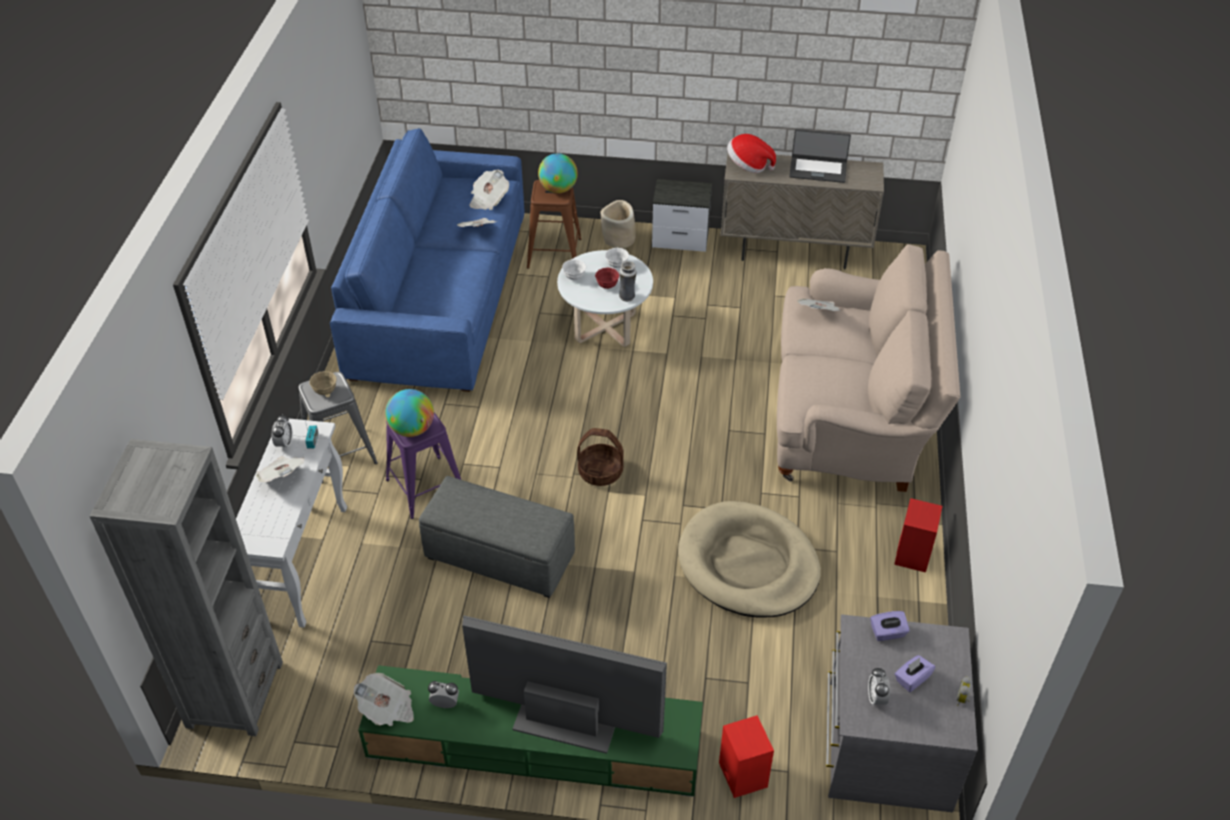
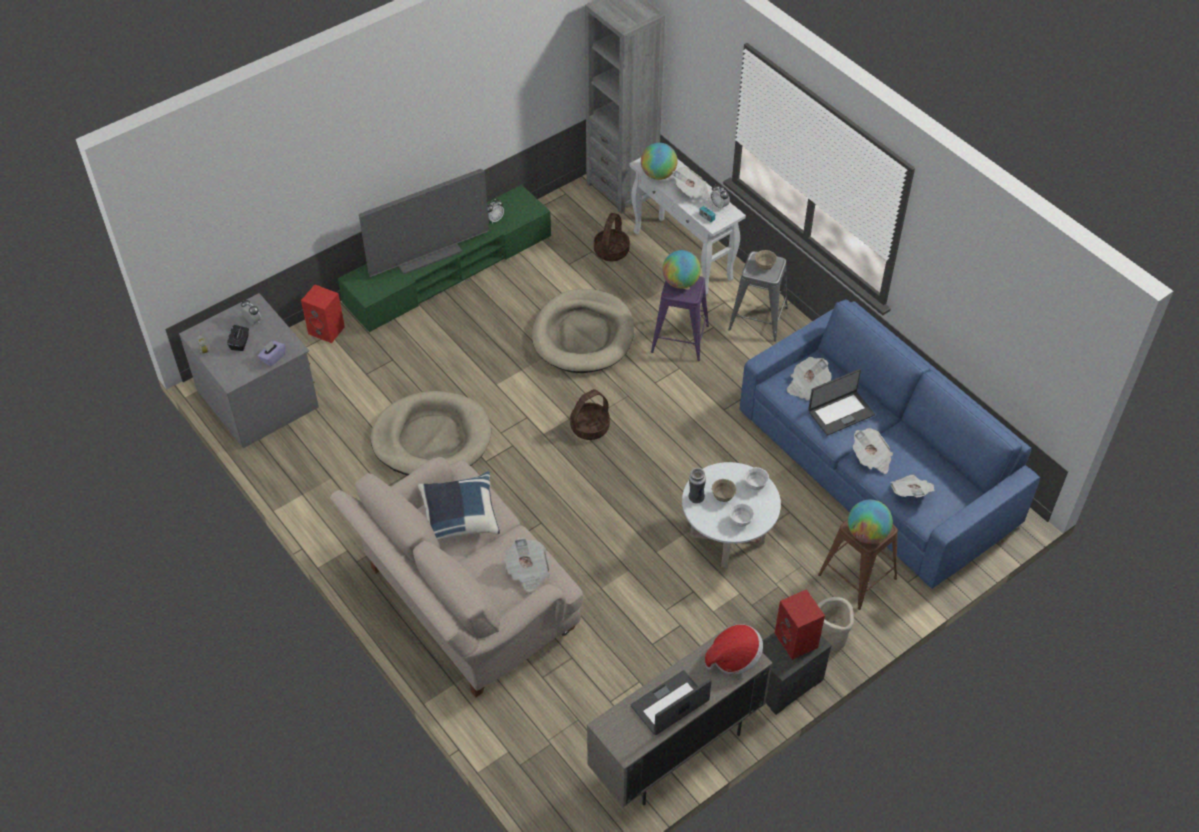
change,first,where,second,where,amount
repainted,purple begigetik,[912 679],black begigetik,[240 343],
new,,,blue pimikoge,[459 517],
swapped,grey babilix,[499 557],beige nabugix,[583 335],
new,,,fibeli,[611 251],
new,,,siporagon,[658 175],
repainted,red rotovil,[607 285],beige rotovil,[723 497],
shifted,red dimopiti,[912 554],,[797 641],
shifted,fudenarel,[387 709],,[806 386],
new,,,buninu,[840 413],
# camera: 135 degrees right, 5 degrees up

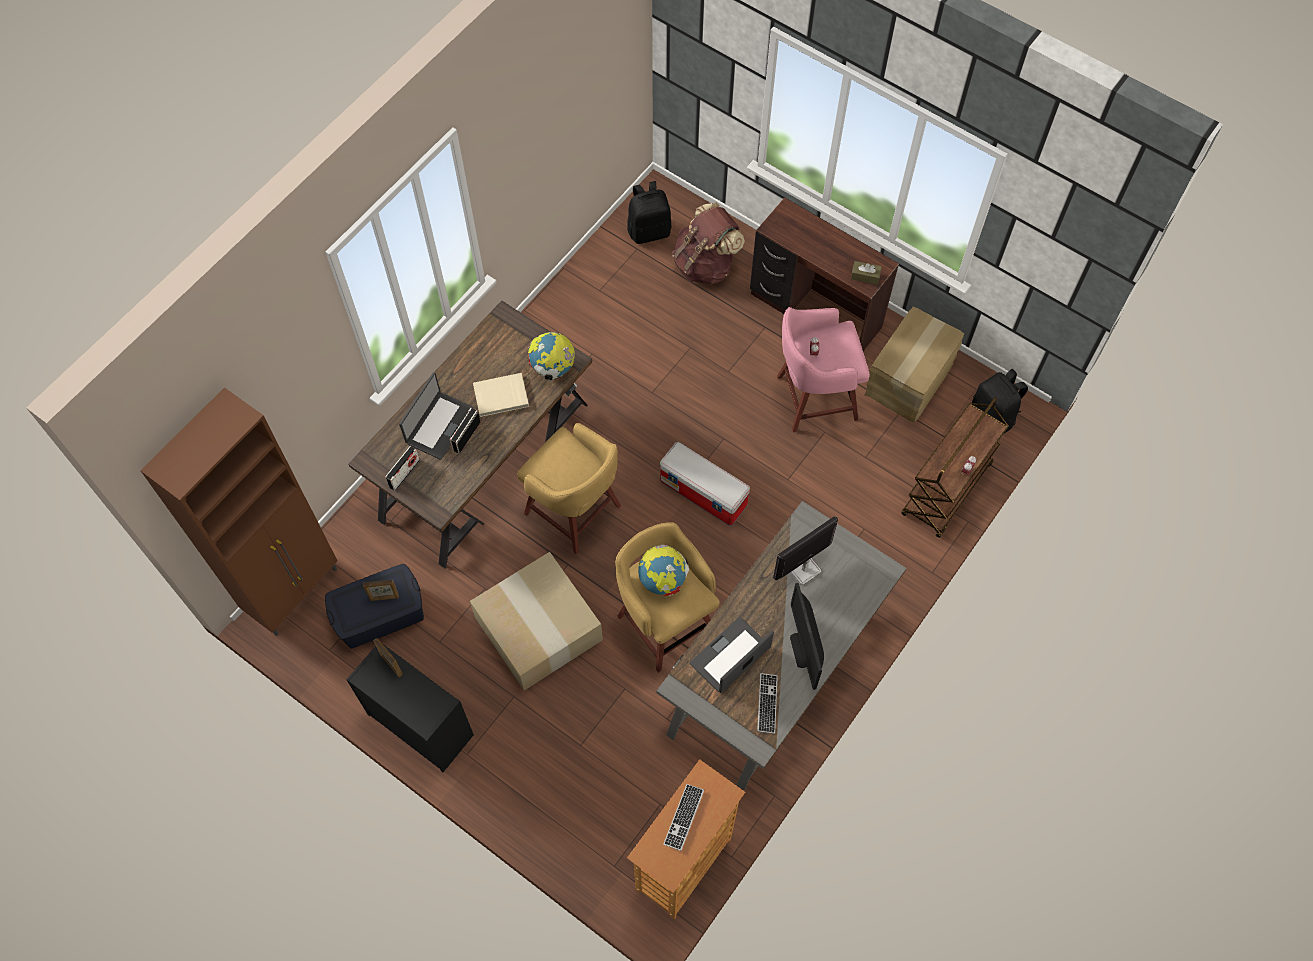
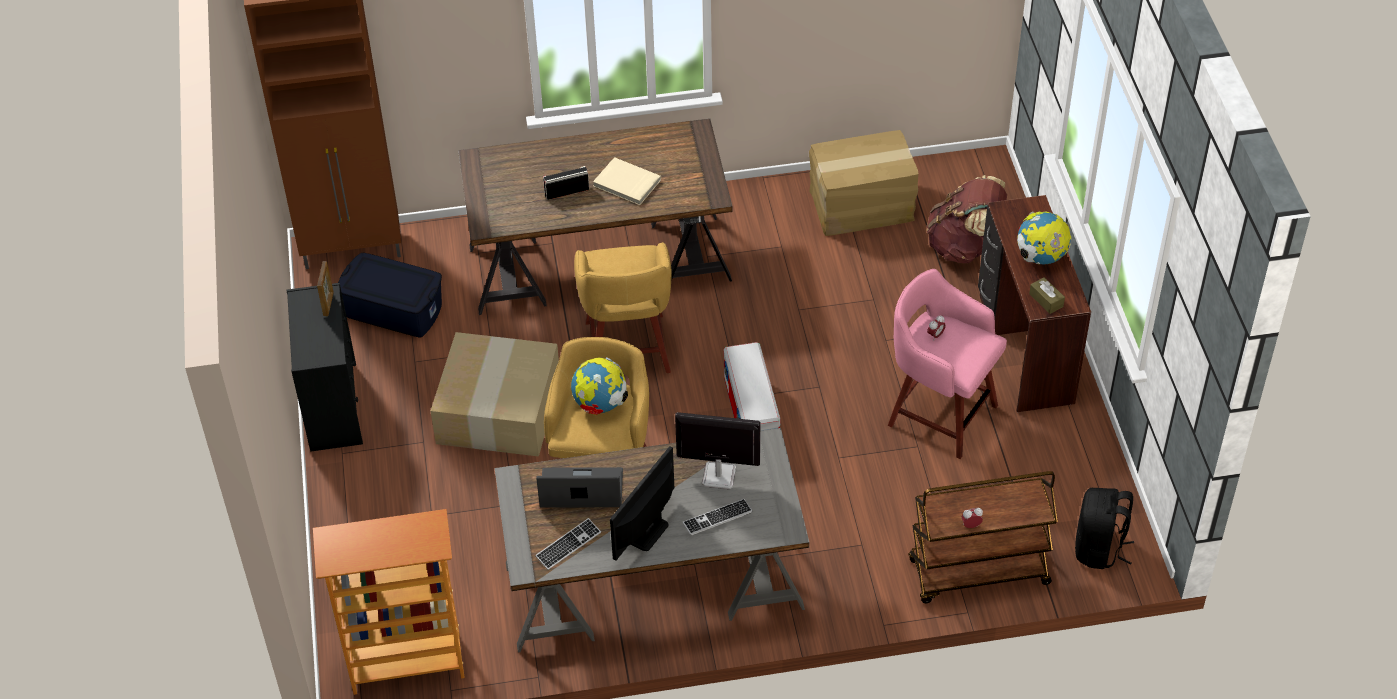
change,first,where,second,where,amount
shifted,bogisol,[683 817],,[717 518],
shifted,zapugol,[910 380],,[861 206],
shifted,siporagon,[552 367],,[1040 257],
gone,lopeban,[384 598],,,
gone,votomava,[404 473],,,
gone,buninu,[439 425],,,
gone,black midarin,[649 231],,,
# camera: 45 degrees right, 15 degrees down

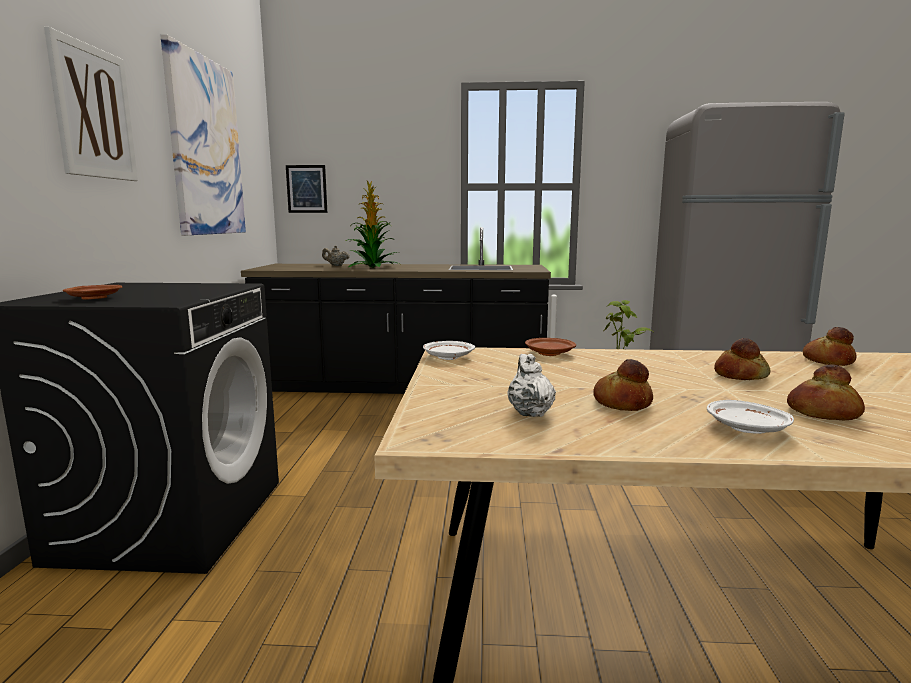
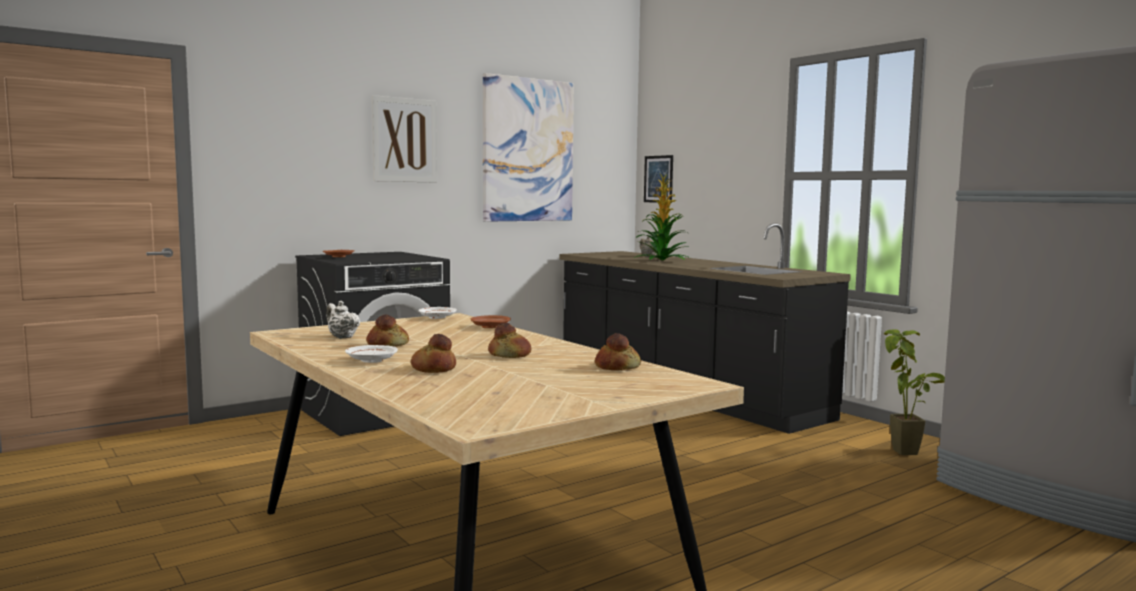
change,first,where,second,where,amount
rotated,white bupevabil,[530 412],,[342 337],90 degrees counterclockwise
# camera: 50 degrees right, 5 degrees down

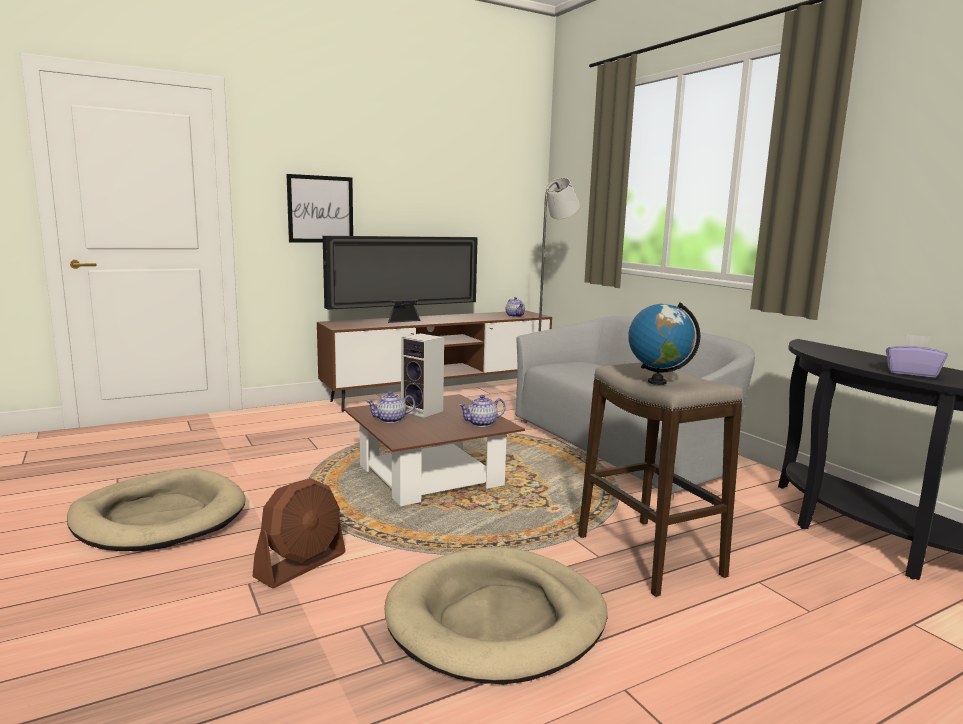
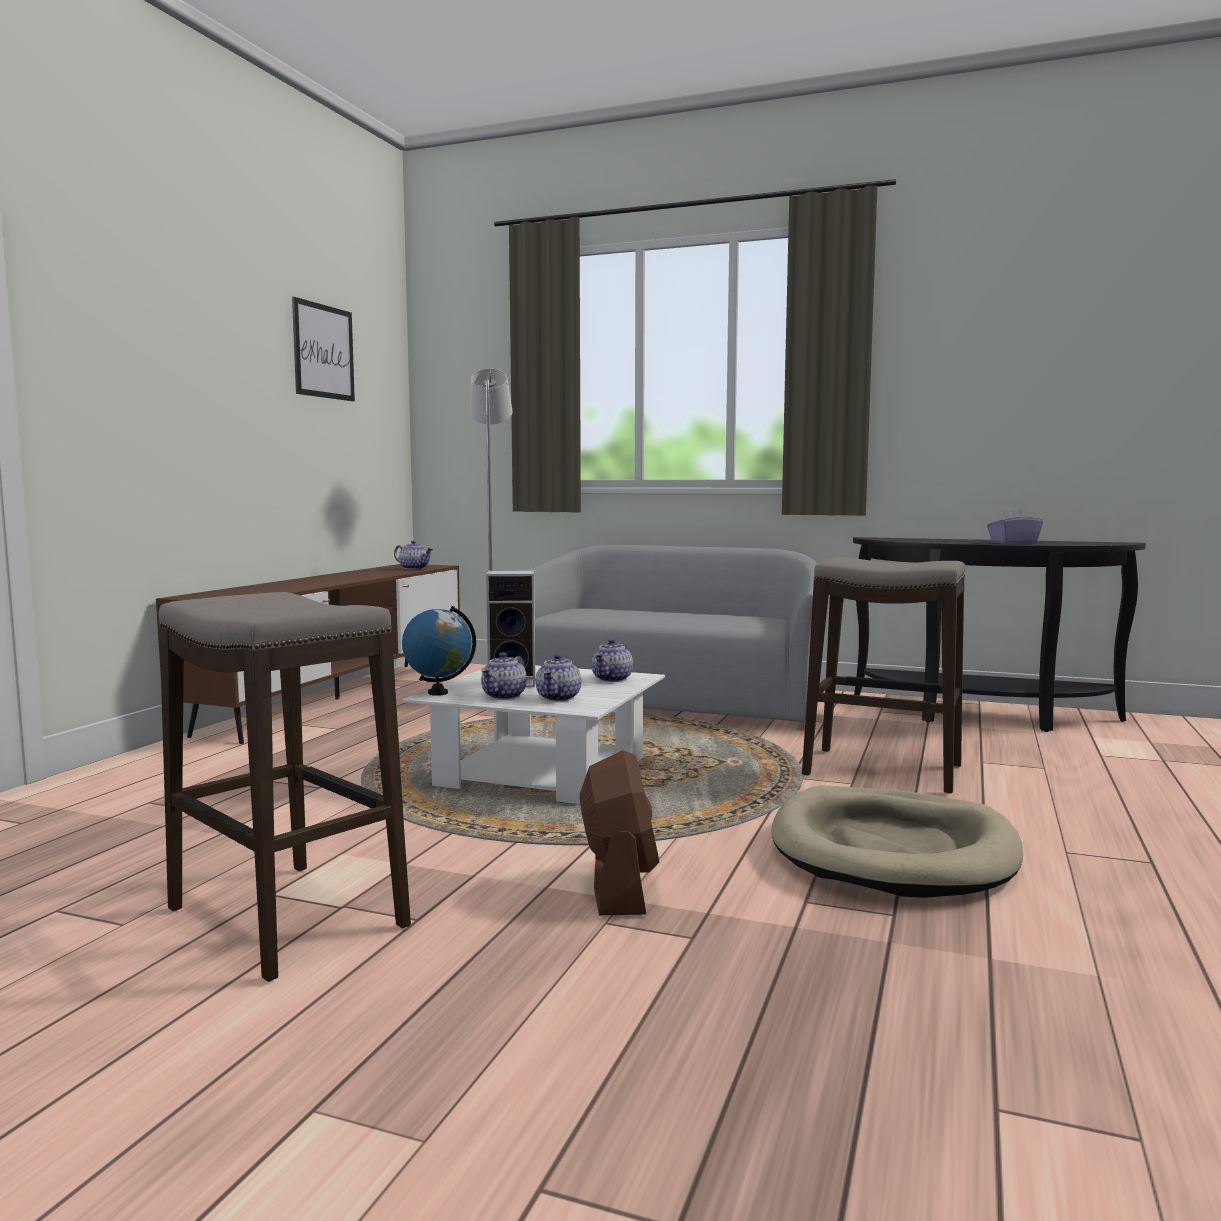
change,first,where,second,where,amount
swapped,beige nabugix,[159 517],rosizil,[286 919],
shifted,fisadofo,[320 209],,[323 351],
shifted,siporagon,[657 382],,[438 693],
repainted,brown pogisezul,[430 476],white pogisezul,[542 773],
new,,,bupevabil,[559 698],
gone,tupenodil,[404 321],,,
# camera: 40 degrees left, 5 degrees down

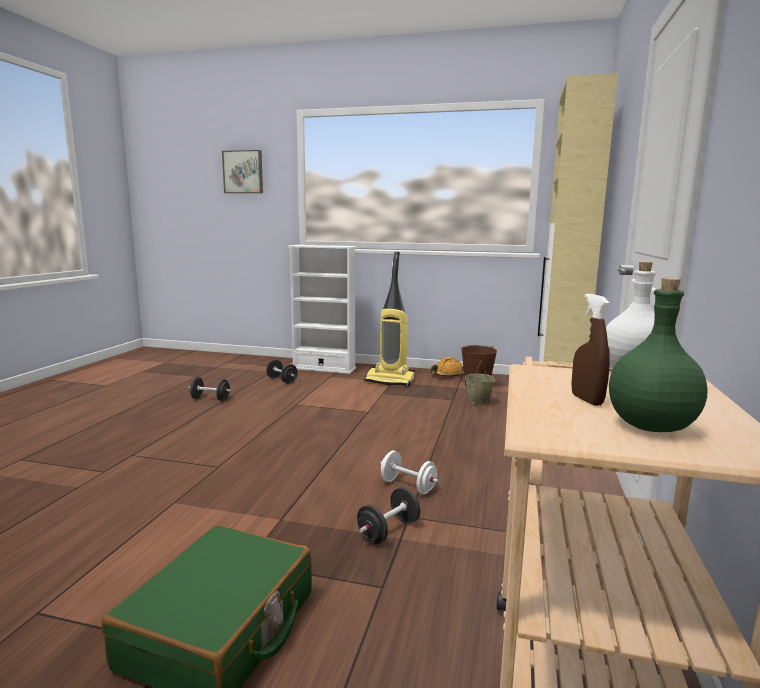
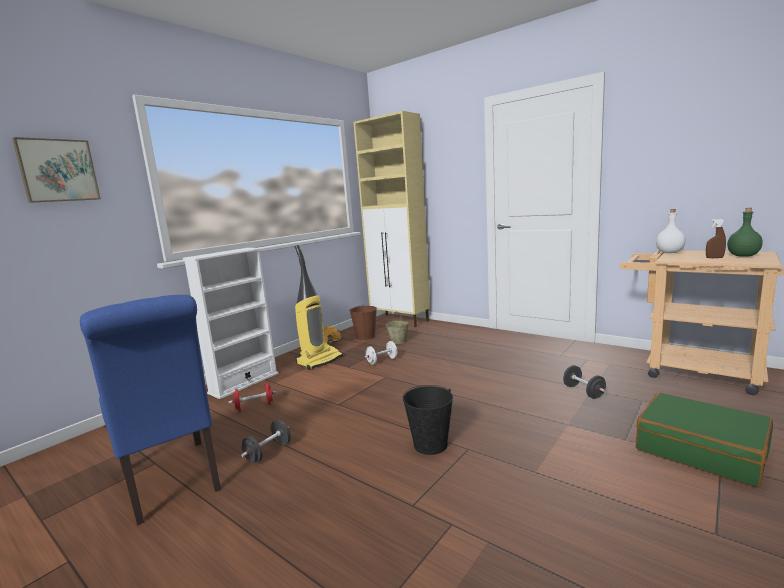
change,first,where,second,where,amount
new,,,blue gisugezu,[172 482],
repainted,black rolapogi,[282 380],red rolapogi,[254 406],
shifted,white rolapogi,[408 486],,[382 361],
new,,,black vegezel,[430 444],
# camera: 65 degrees left, 0 degrees up

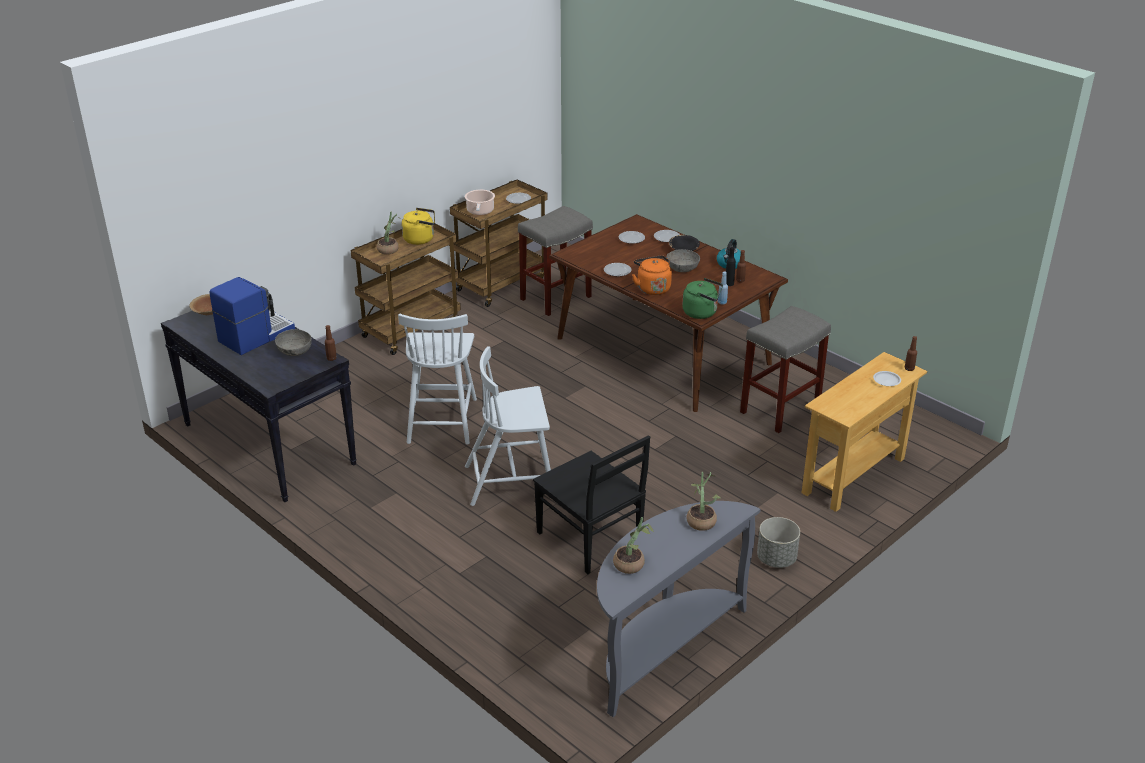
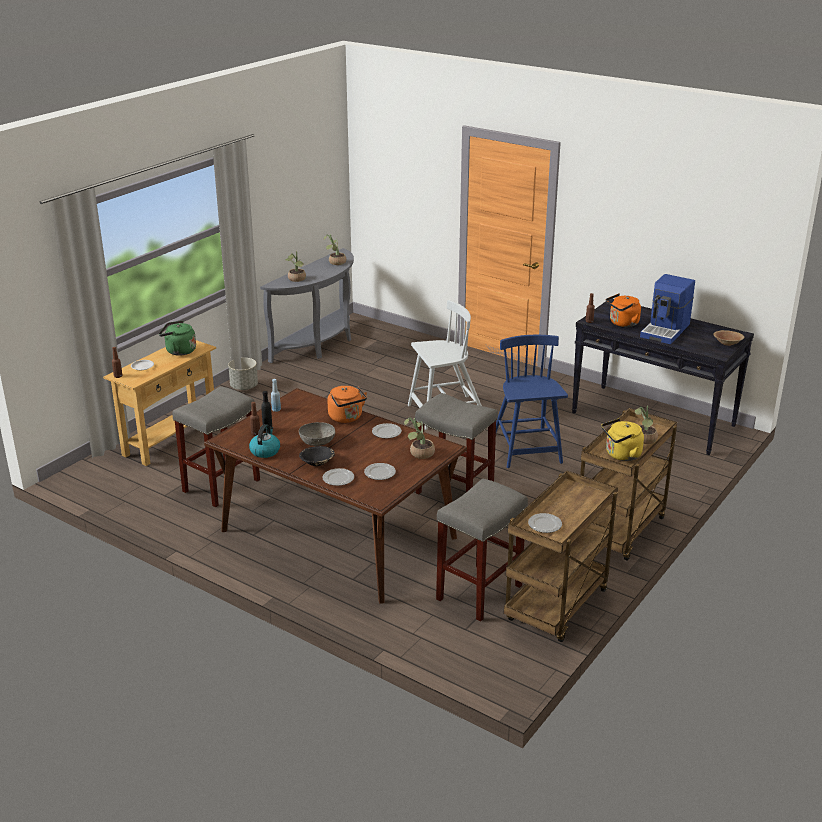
change,first,where,second,where,amount
shifted,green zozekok,[702 312],,[179 351],
new,,,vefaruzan,[419 454],
new,,,grey rosizil,[455 492],
repainted,white gisugezu,[442 419],blue gisugezu,[527 449],
swapped,grey rotovil,[294 351],orange zozekok,[622 323],
gone,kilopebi,[480 211],,,
gone,black gisugezu,[590 540],,,
# camera: 170 degrees right, 5 degrees down

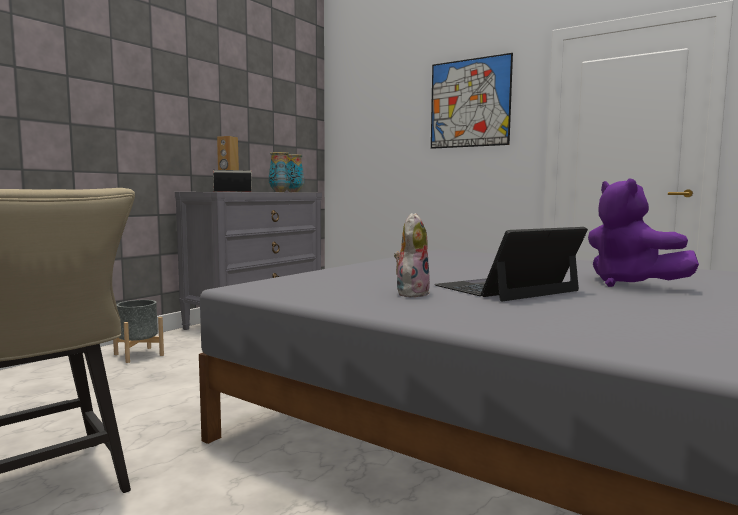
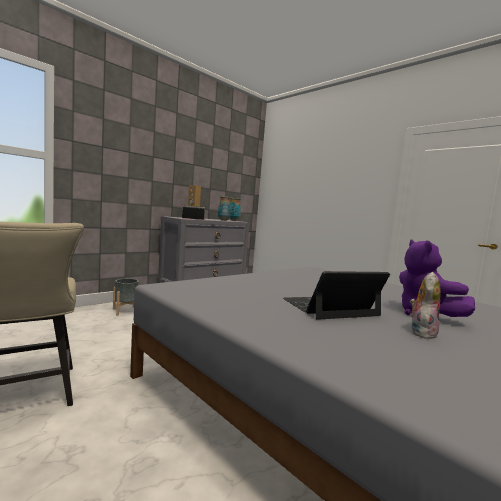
change,first,where,second,where,amount
shifted,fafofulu,[411 293],,[421 332],
gone,fisadofo,[469 103],,,
# camera: 10 degrees right, 0 degrees up

